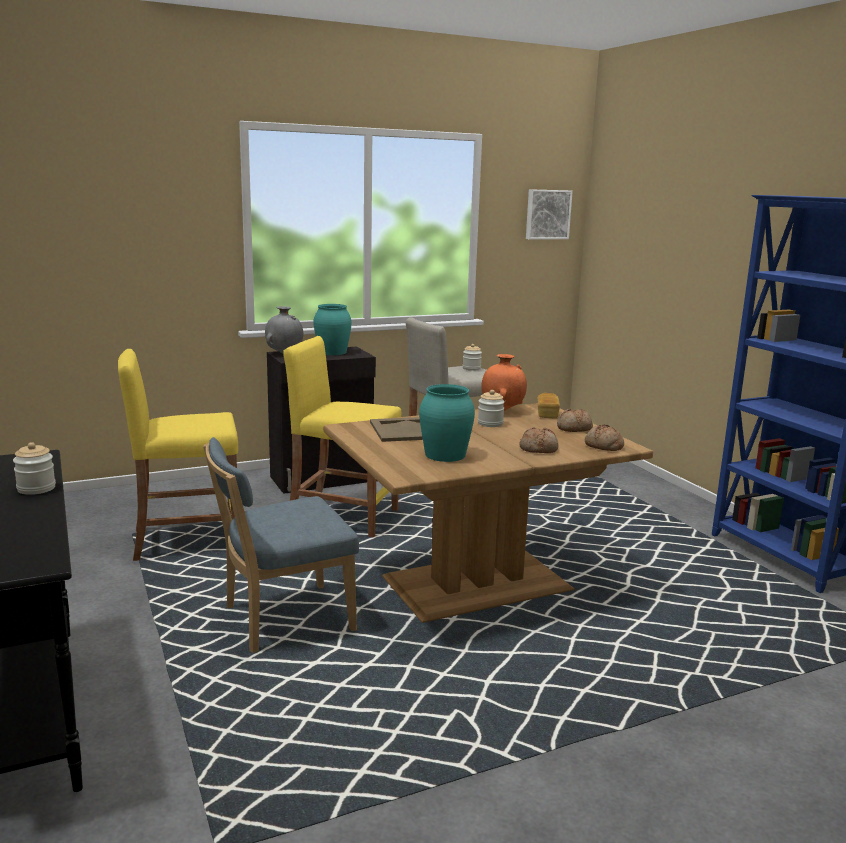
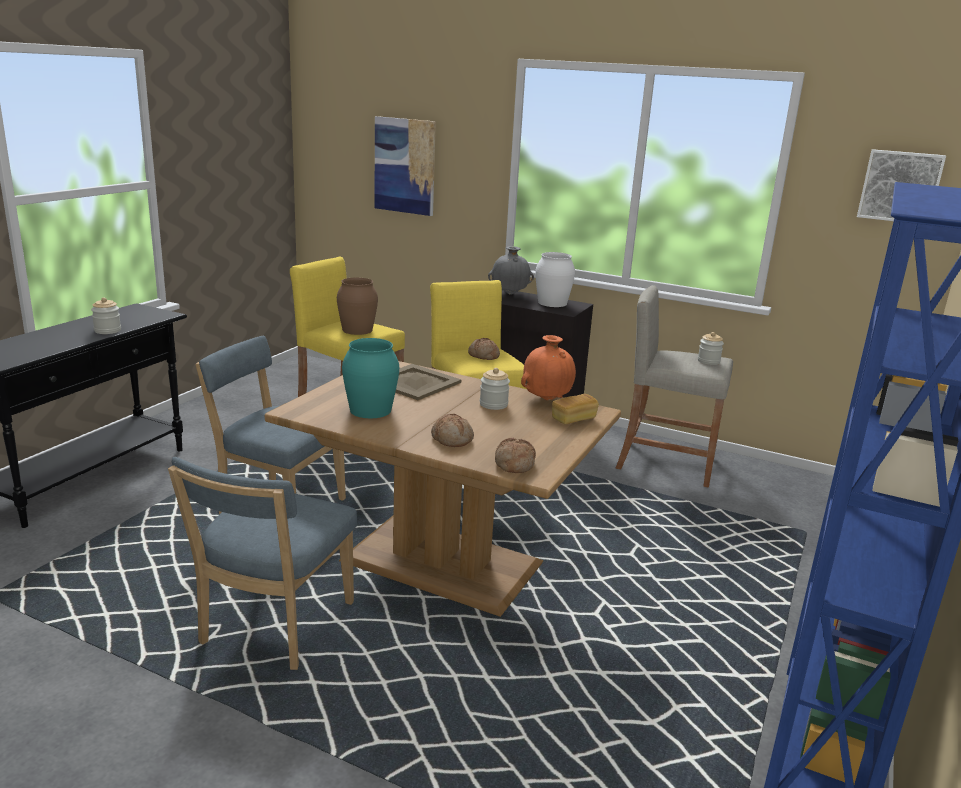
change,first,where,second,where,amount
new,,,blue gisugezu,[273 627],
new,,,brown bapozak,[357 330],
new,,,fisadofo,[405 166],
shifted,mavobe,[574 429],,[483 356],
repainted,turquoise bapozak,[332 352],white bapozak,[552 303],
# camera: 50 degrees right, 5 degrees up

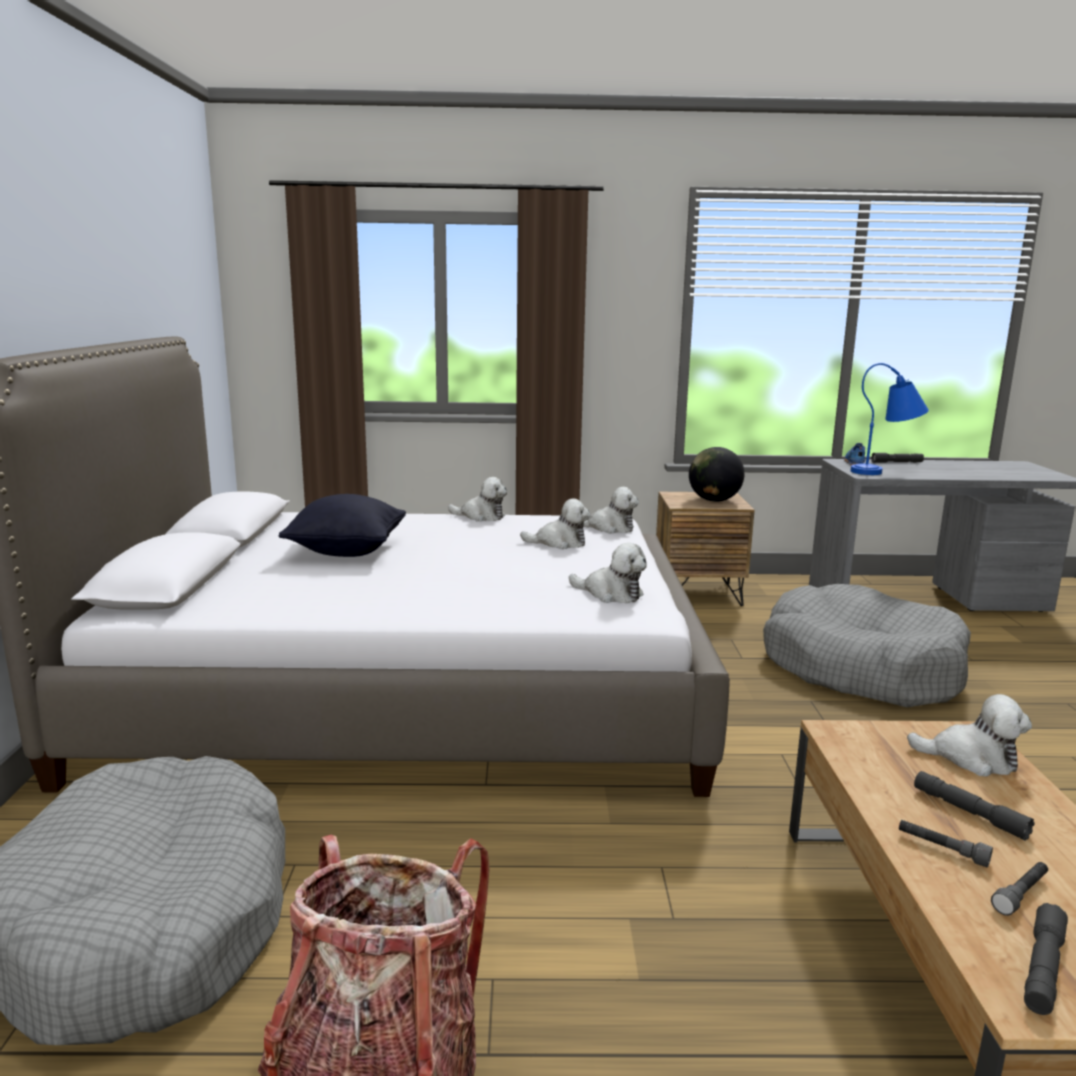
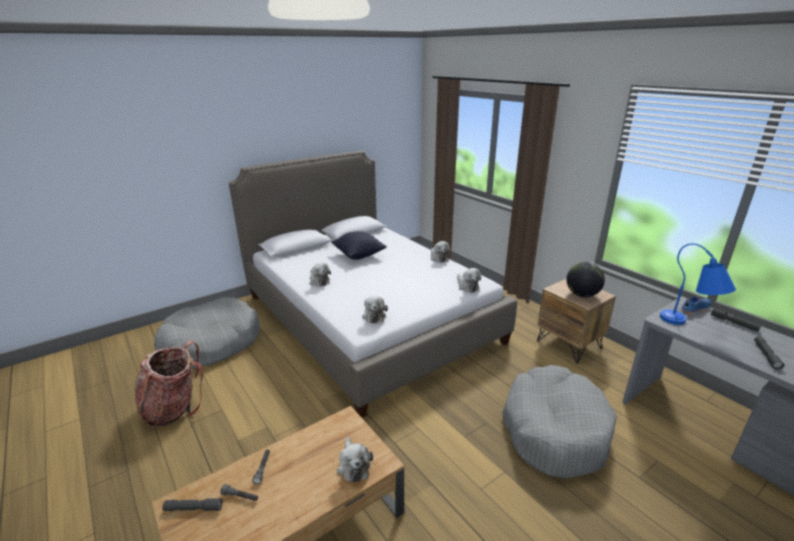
change,first,where,second,where,amount
shifted,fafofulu,[559 543],,[319 281],
shifted,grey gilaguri,[969 812],,[766 355],
# camera: 55 degrees right, 10 degrees up

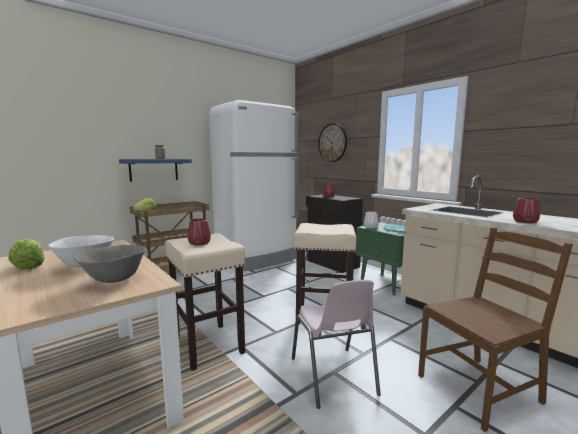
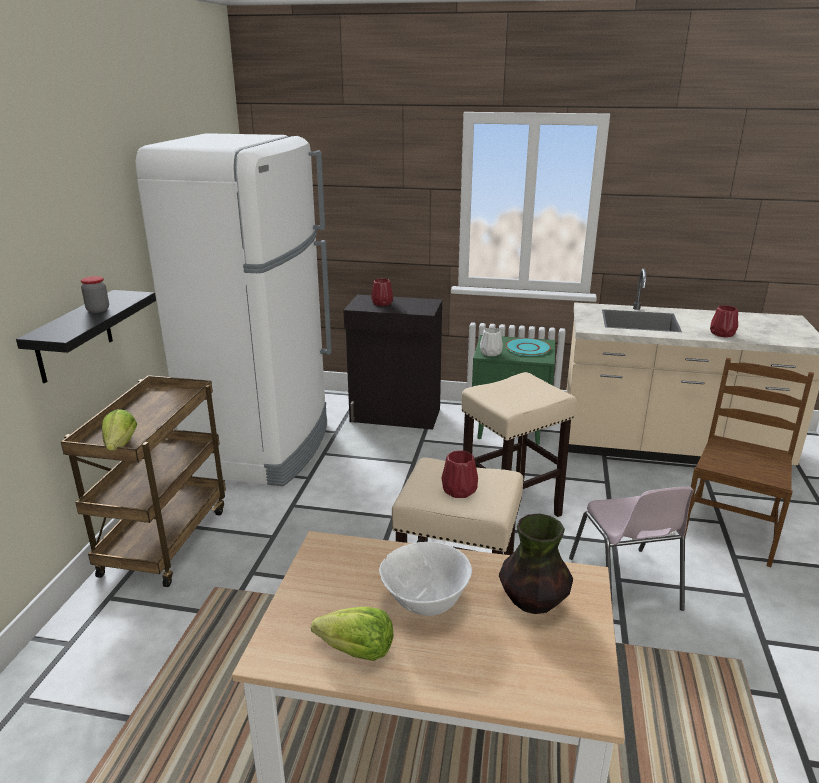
change,first,where,second,where,amount
repainted,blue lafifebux,[154 169],black lafifebux,[74 336],
swapped,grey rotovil,[114 280],bapozak,[533 602],
rotated,pink gisugezu,[333 376],,[625 584],45 degrees clockwise
gone,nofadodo,[332 142],,,
# camera: 40 degrees left, 15 degrees up

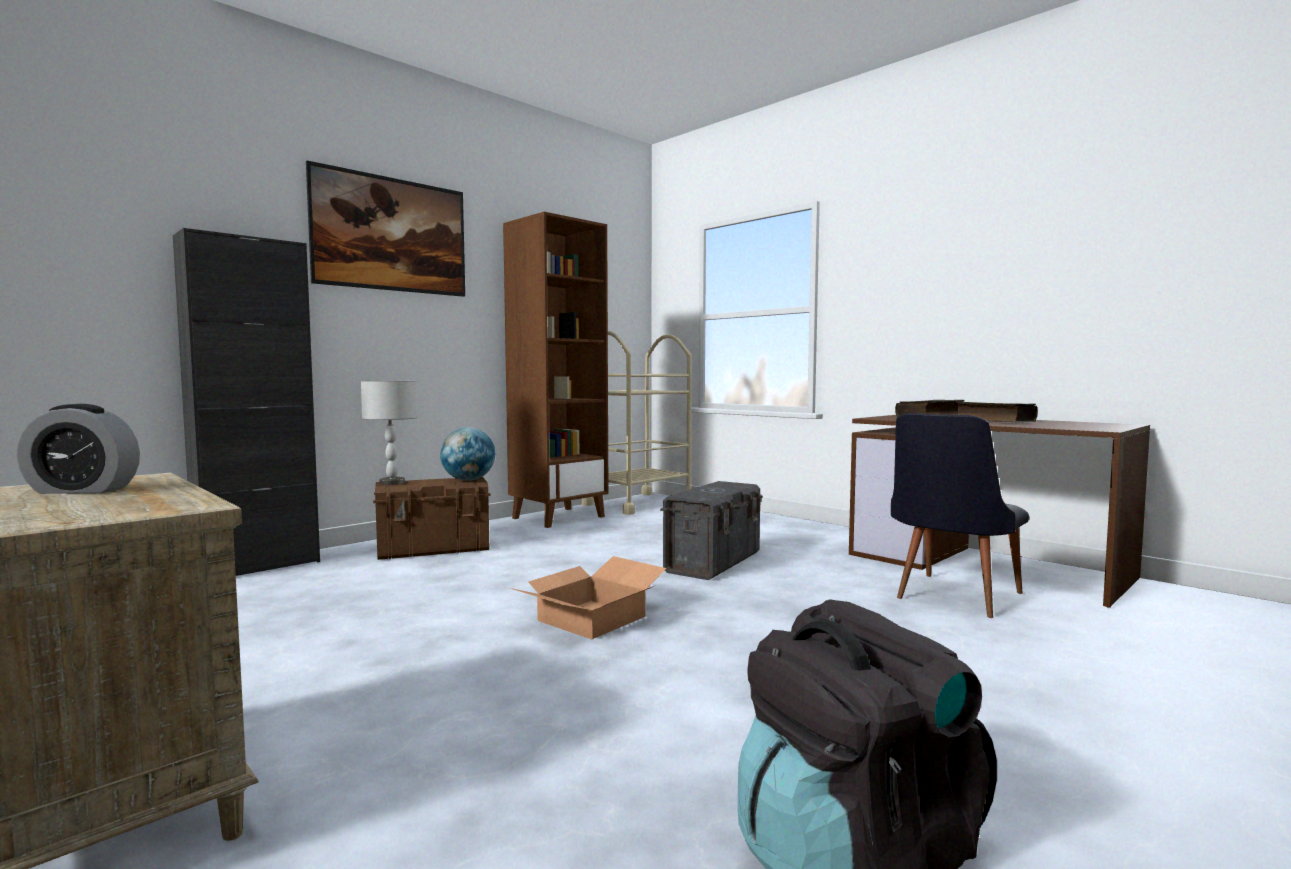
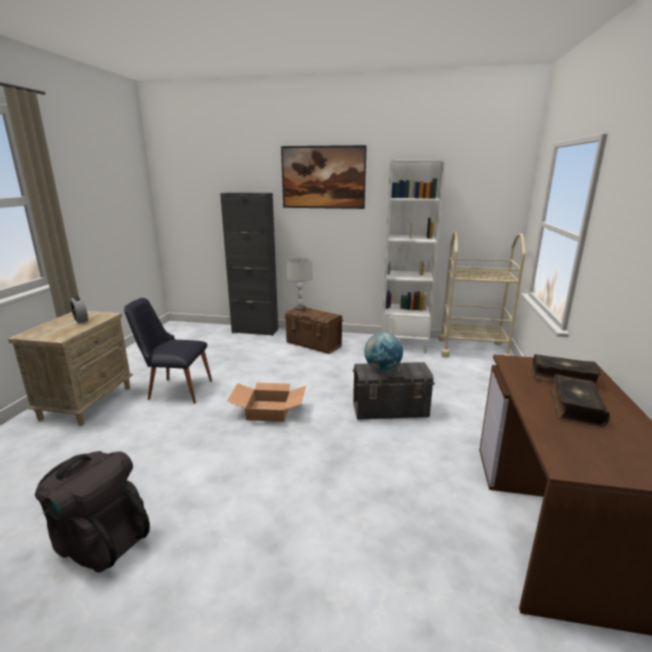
change,first,where,second,where,amount
shifted,black gisugezu,[951 598],,[175 389],
shifted,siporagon,[468 480],,[382 369],
repainted,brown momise,[558 517],white momise,[405 344],
# camera: 55 degrees right, 15 degrees up

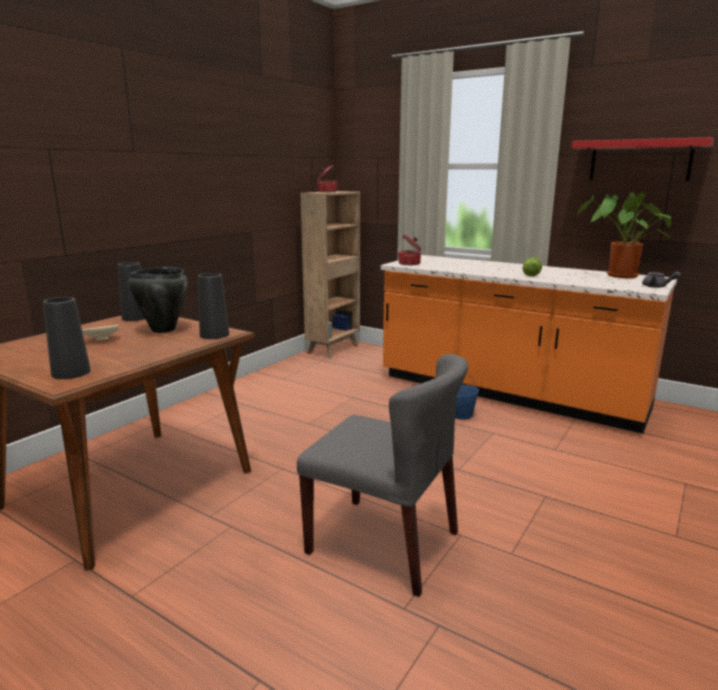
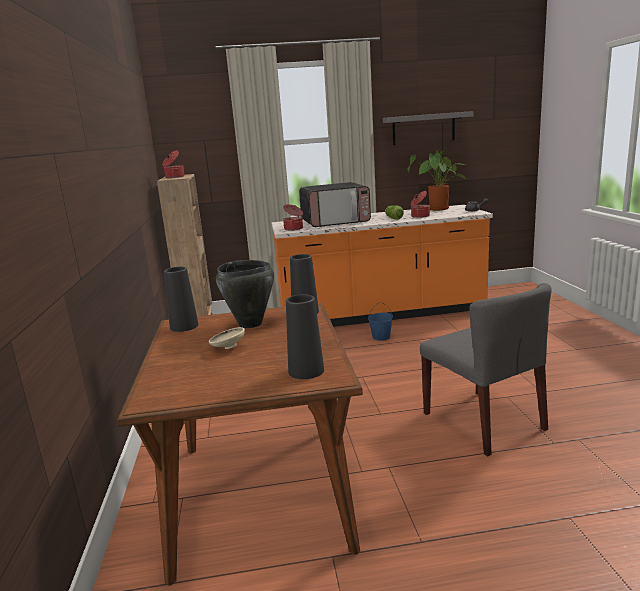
change,first,where,second,where,amount
new,,,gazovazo,[335 222],
repainted,red lafifebux,[640 160],grey lafifebux,[423 129],
new,,,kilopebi,[419 216],
rotated,grey gisugezu,[384 542],,[484 421],75 degrees clockwise
# camera: 40 degrees left, 0 degrees up

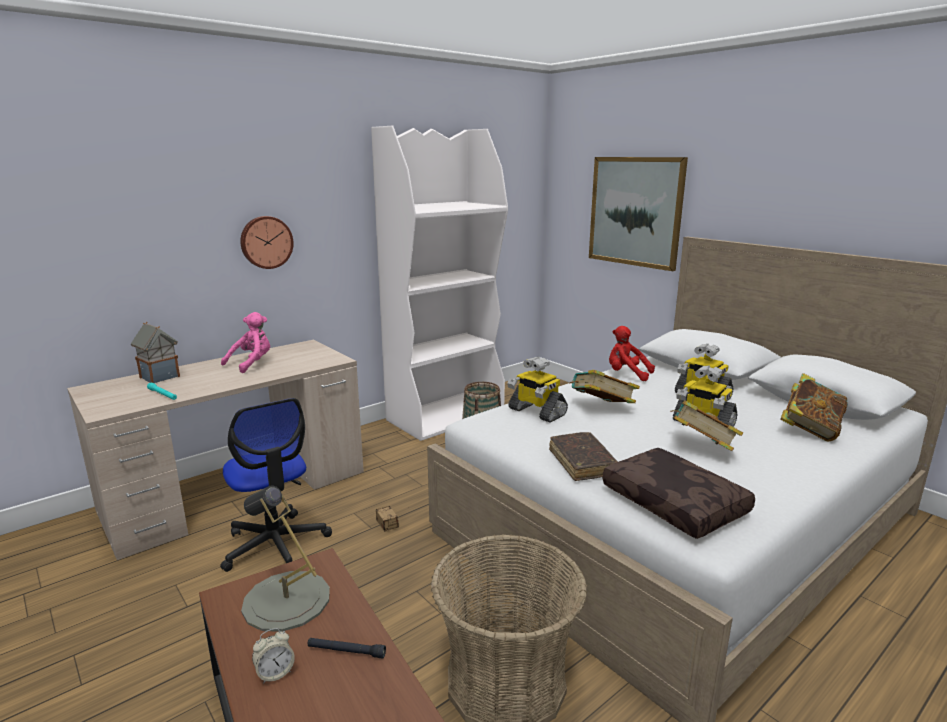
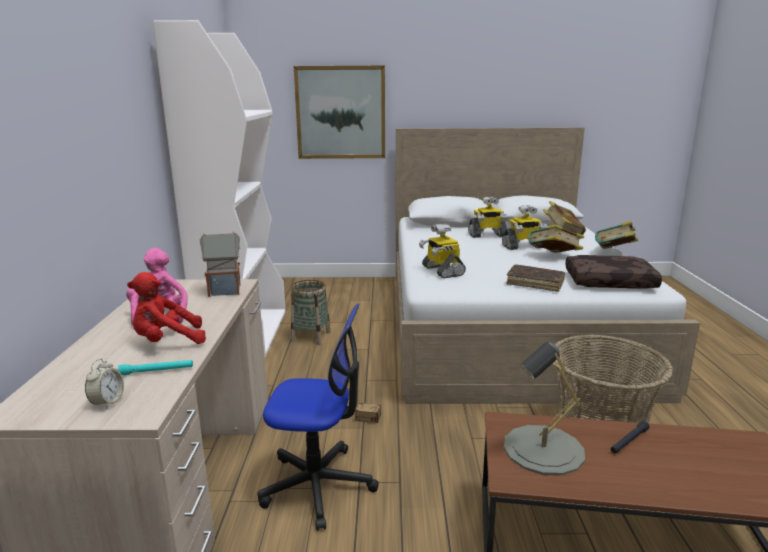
change,first,where,second,where,amount
shifted,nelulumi,[275 673],,[107 402],
shifted,red fafofulu,[626 374],,[167 341],
shifted,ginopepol,[160 377],,[226 290],
rotated,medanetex,[536 412],,[442 271],75 degrees clockwise
shifted,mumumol,[601 408],,[614 253],
gone,nofadodo,[266 242],,,
# camera: 50 degrees left, 0 degrees up

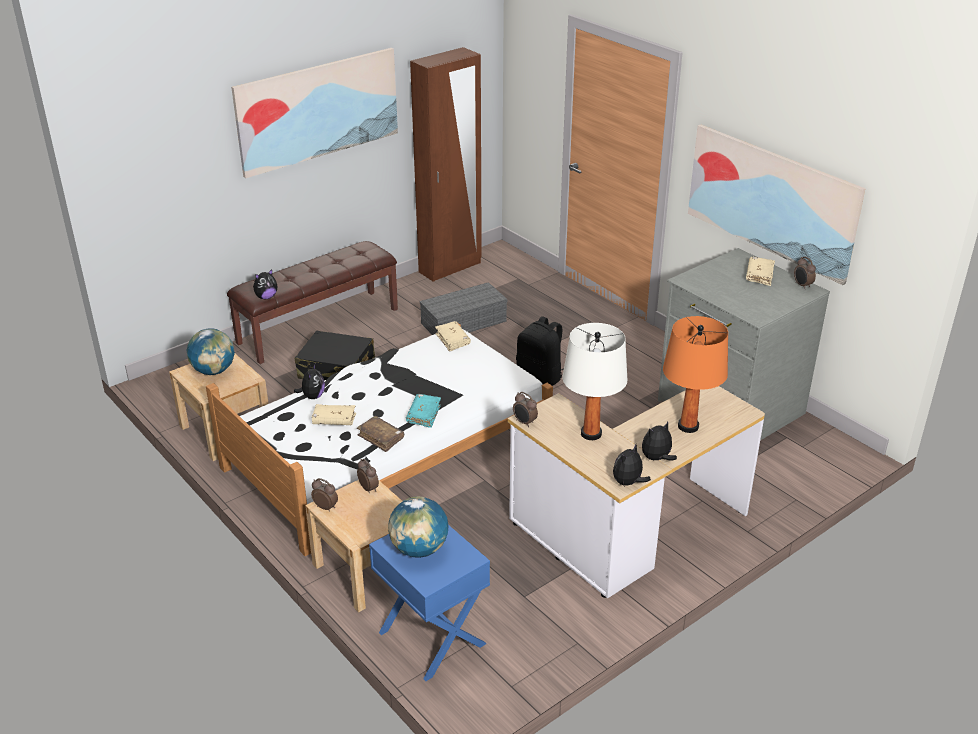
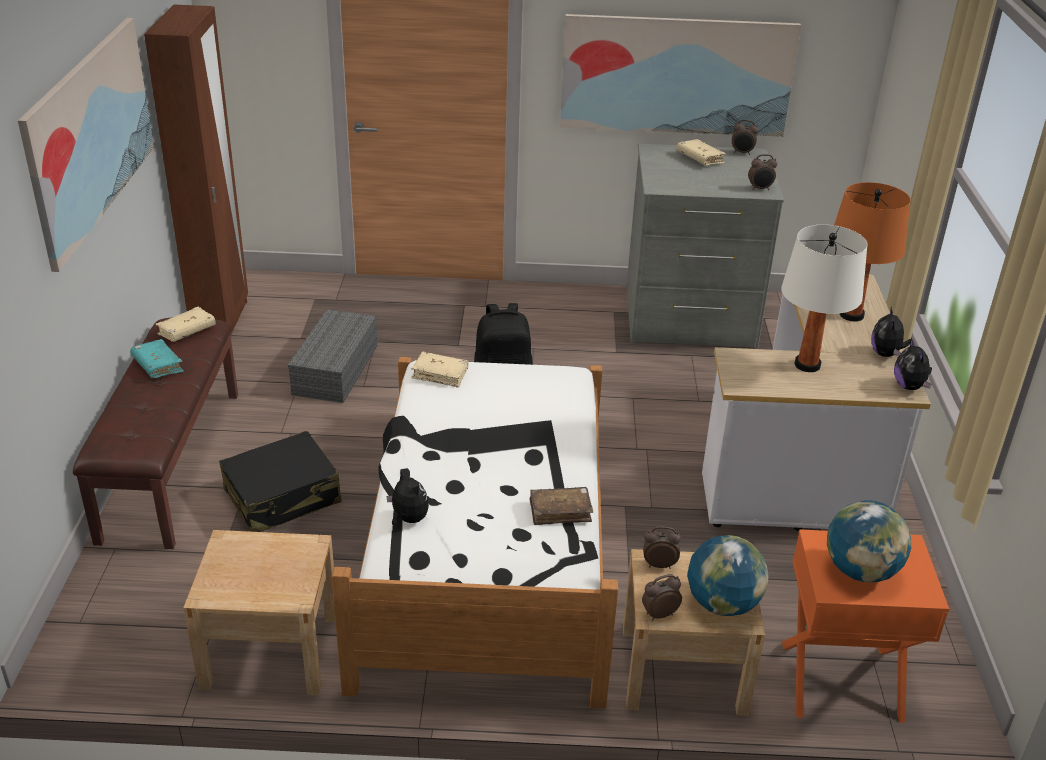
change,first,where,second,where,amount
shifted,turquoise mumumol,[423 415],,[157 365],
shifted,beige mumumol,[334 420],,[187 331],
shifted,siporagon,[214 371],,[722 604],
shifted,nelulumi,[524 422],,[760 189],
repainted,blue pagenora,[431 638],orange pagenora,[841 682],
gone,fafofulu,[266 297],,,
# camera: 50 degrees left, 0 degrees up

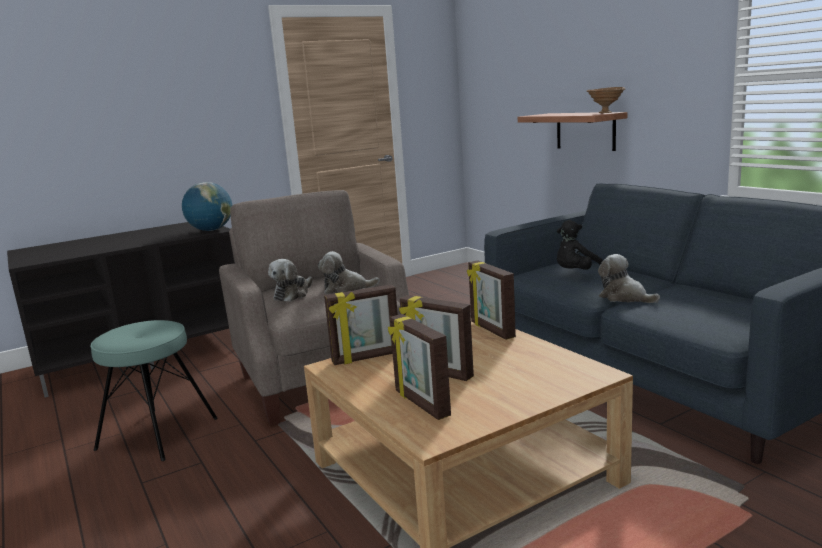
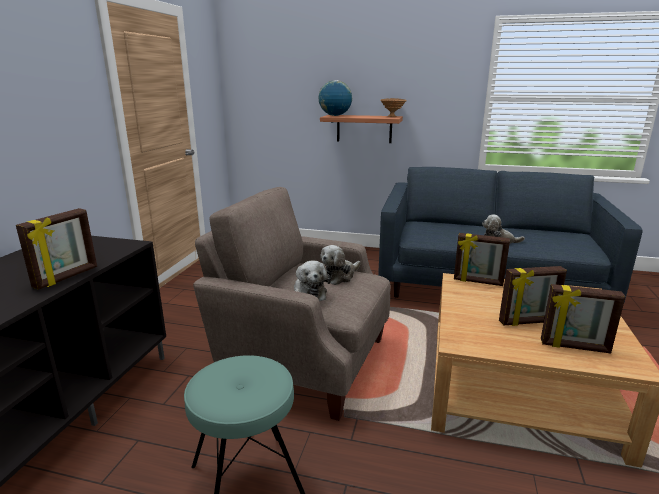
change,first,where,second,where,amount
shifted,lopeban,[366 358],,[67 277],
shifted,siporagon,[211 230],,[335 115],
gone,black fafofulu,[577 274],,,
# camera: 45 degrees left, 5 degrees up

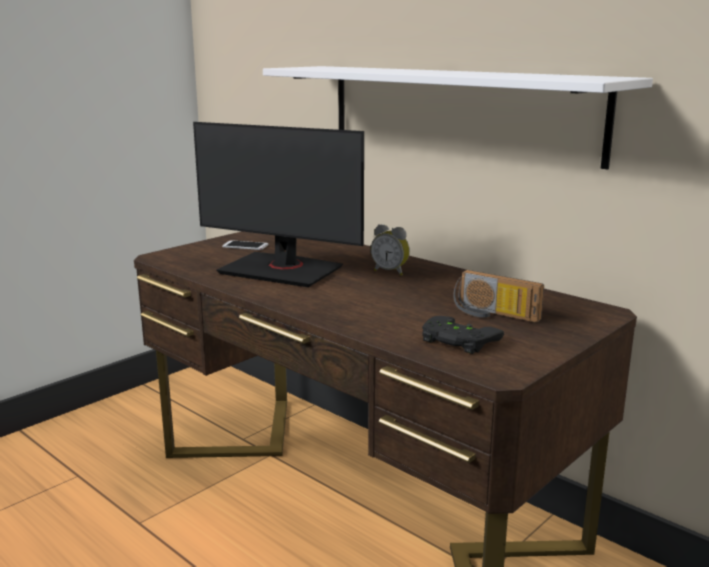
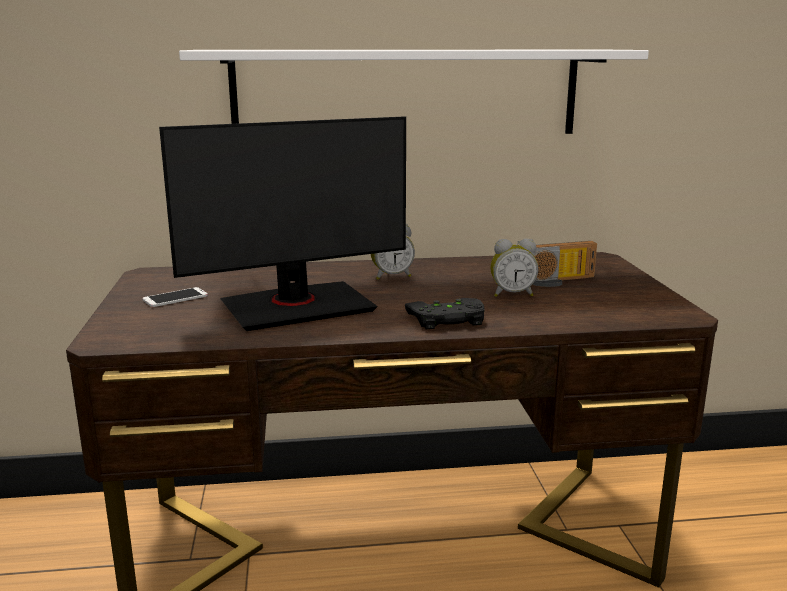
change,first,where,second,where,amount
shifted,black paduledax,[457 340],,[447 320],
new,,,nelulumi,[512 294],
# camera: 50 degrees left, 0 degrees up

